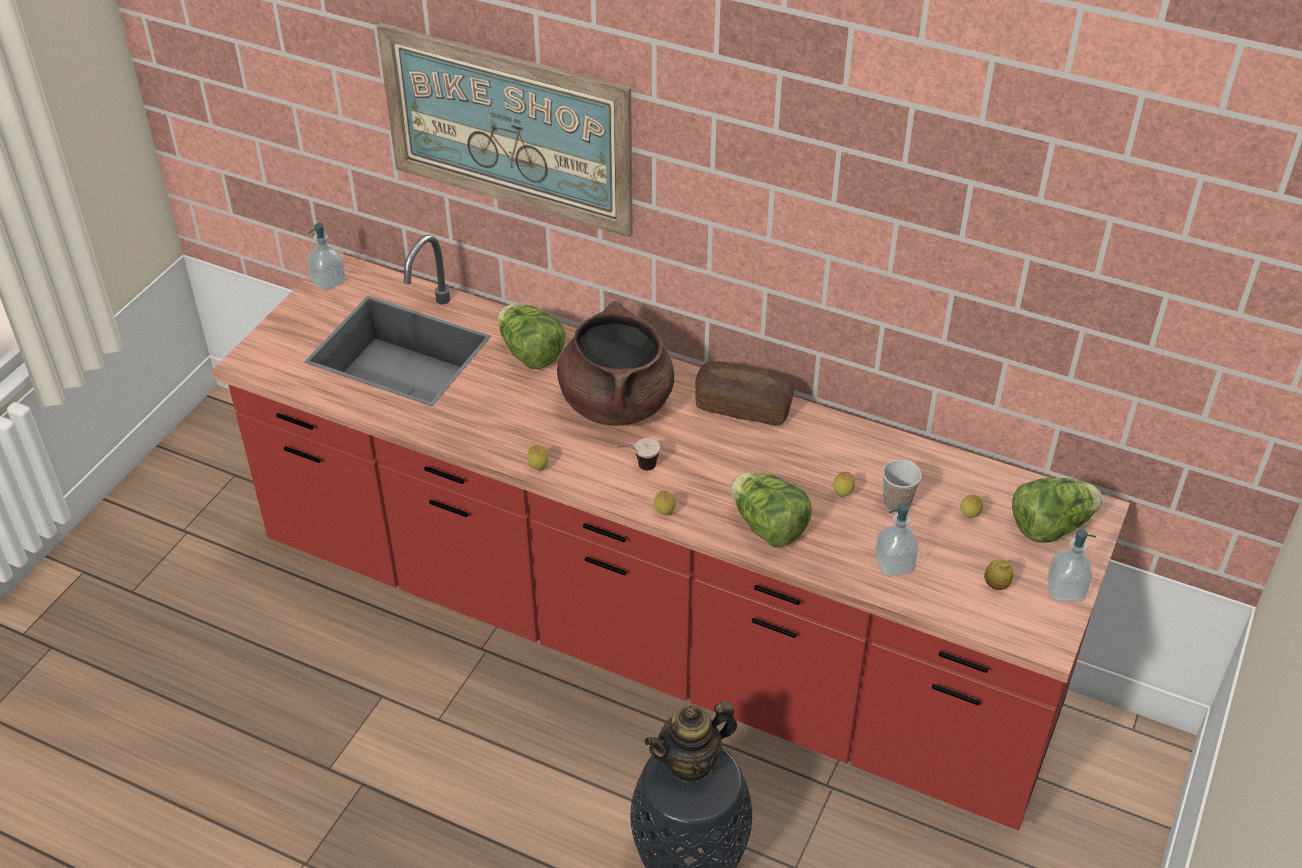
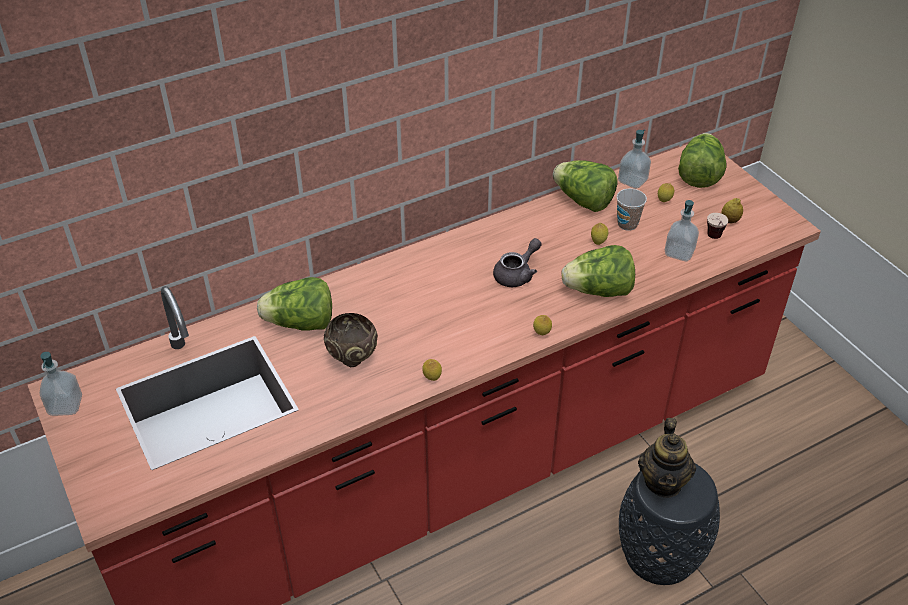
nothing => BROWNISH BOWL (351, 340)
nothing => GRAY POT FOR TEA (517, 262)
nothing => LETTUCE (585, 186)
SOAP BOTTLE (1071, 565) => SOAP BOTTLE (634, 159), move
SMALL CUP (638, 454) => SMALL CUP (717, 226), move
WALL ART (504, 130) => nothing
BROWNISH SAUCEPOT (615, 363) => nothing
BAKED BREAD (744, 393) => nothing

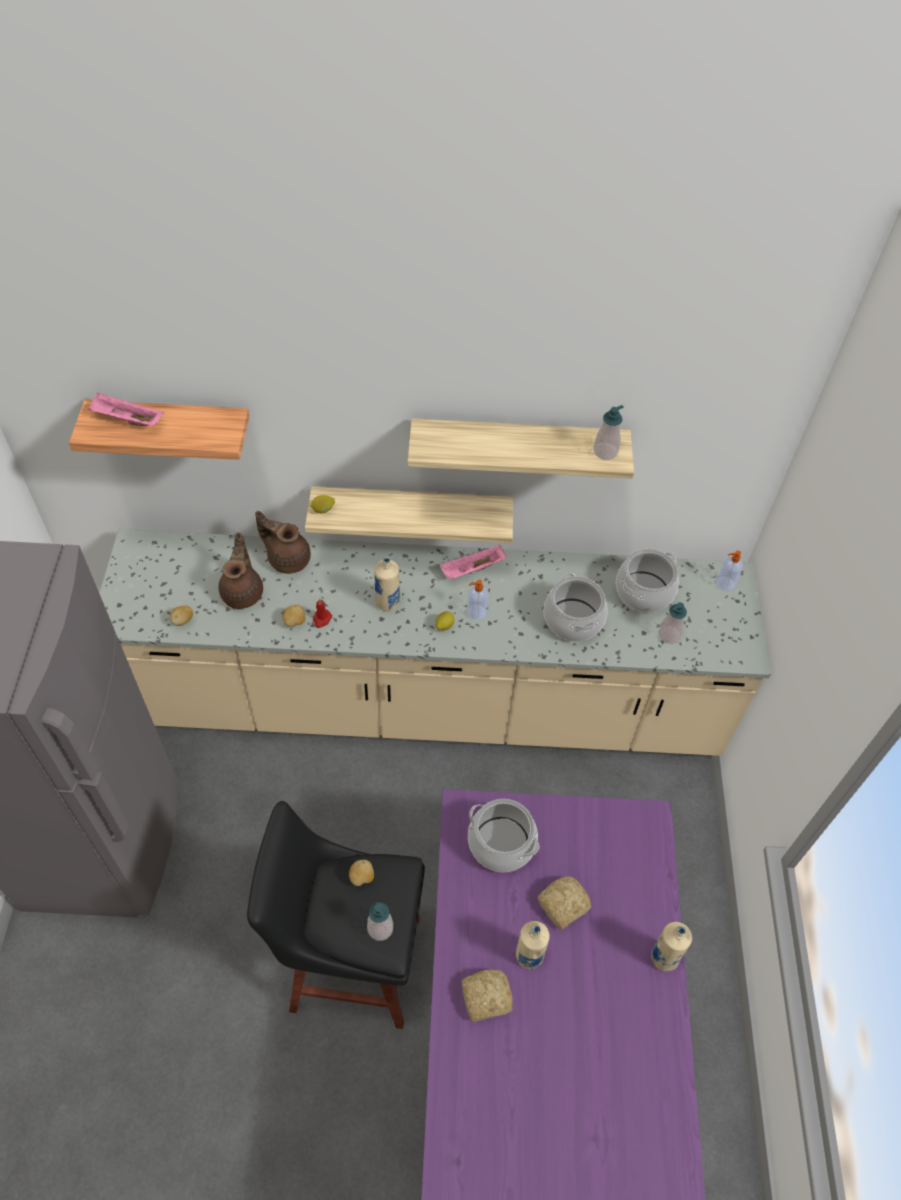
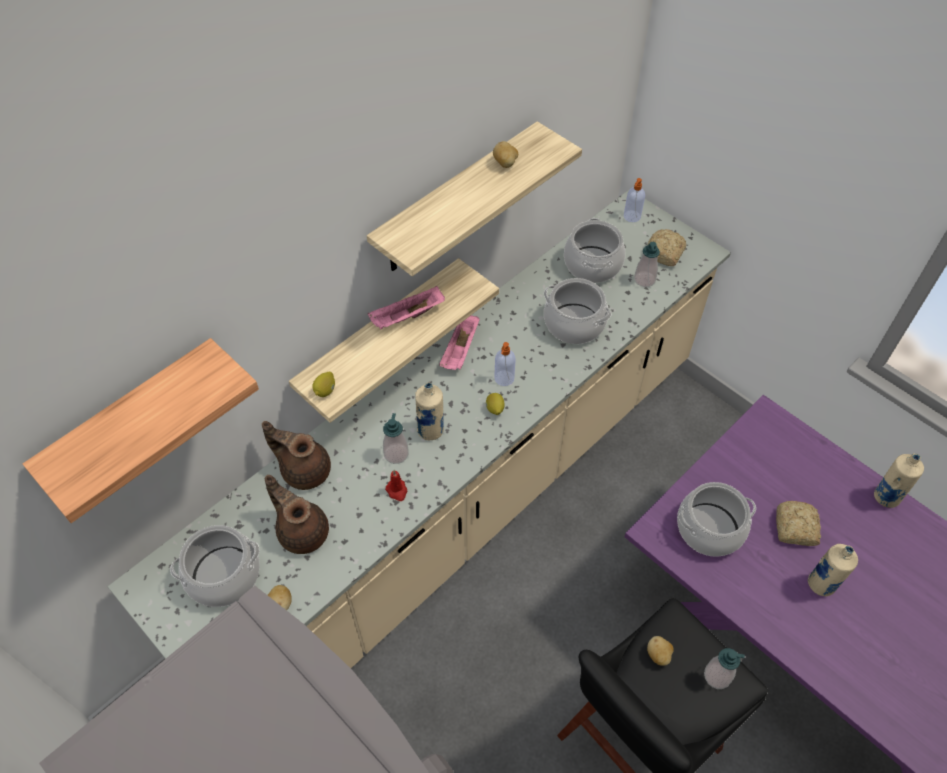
nothing => SAUCEPOT (215, 566)
BROWNISH POT FOR TEA (283, 542) => BROWNISH POT FOR TEA (296, 455), 45 degrees clockwise
PINKISH CARRYING TRAY (126, 409) => PINKISH CARRYING TRAY (406, 308), move
SOAP BOTTLE (609, 432) => SOAP BOTTLE (396, 438), move
WHOLE POTATO (294, 616) => WHOLE POTATO (505, 154), move
BAKED BREAD (487, 995) => BAKED BREAD (667, 247), move

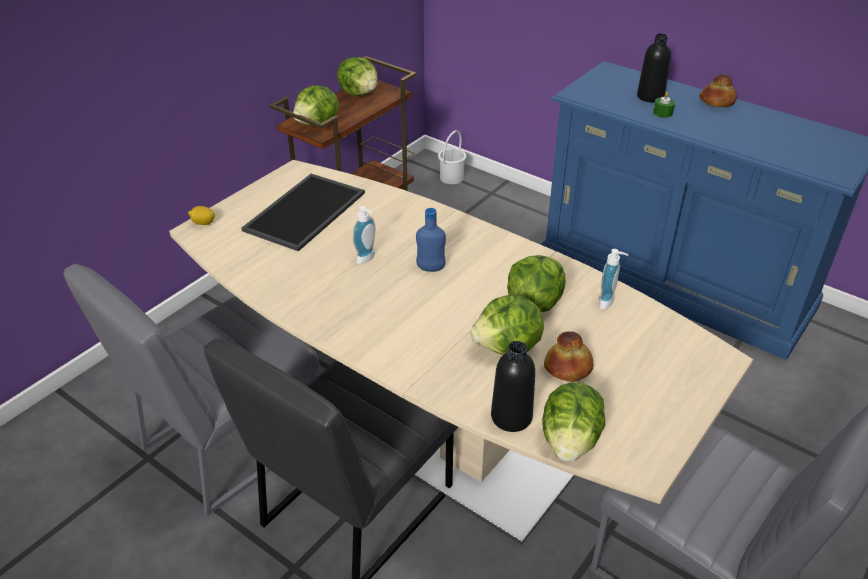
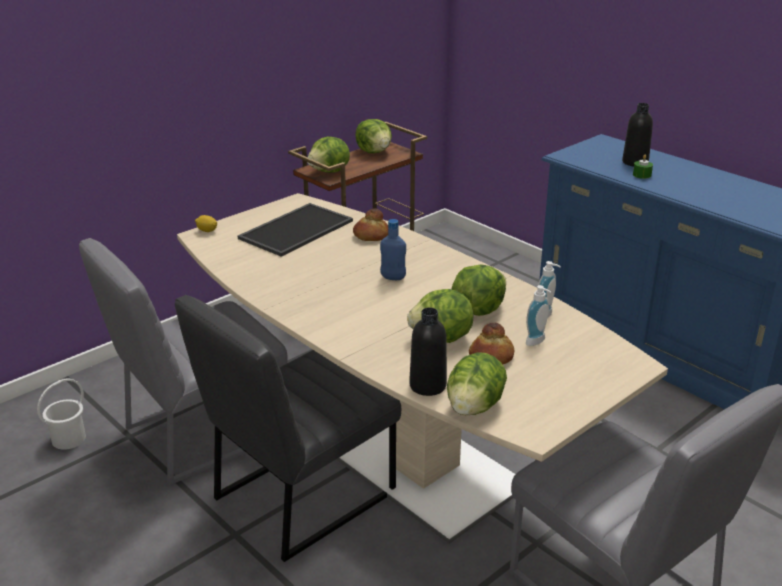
WHITE WATER BUCKET (452, 157) => WHITE WATER BUCKET (61, 414), move
BAKED BREAD (718, 90) => BAKED BREAD (370, 224), move
SOAP BOTTLE (364, 235) => SOAP BOTTLE (538, 315), move

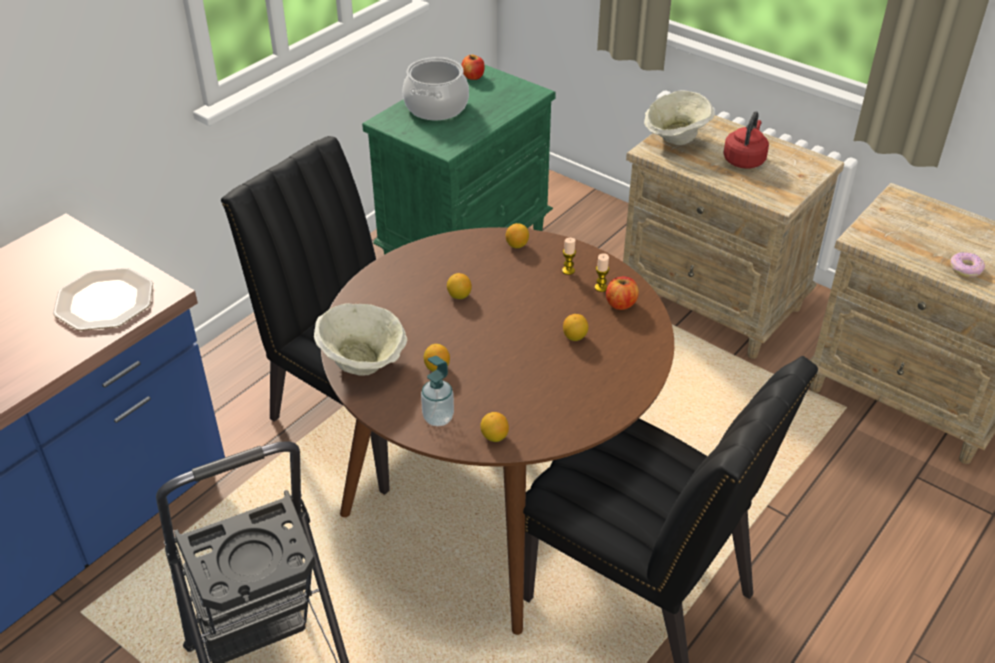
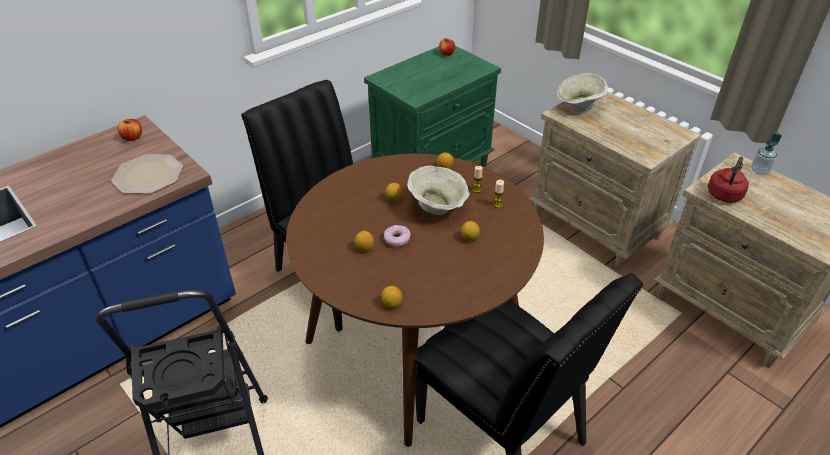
APPLE FRUIT (622, 293) => APPLE FRUIT (129, 130), move
RING DOUGHNUT (967, 264) => RING DOUGHNUT (397, 236), move
BEIGE BOWL (360, 339) => BEIGE BOWL (438, 190), move
RED WATER KETTLE (746, 140) => RED WATER KETTLE (728, 180), move
SOAP BOTTLE (437, 391) => SOAP BOTTLE (766, 153), move
SAUCEPOT (436, 88) => nothing

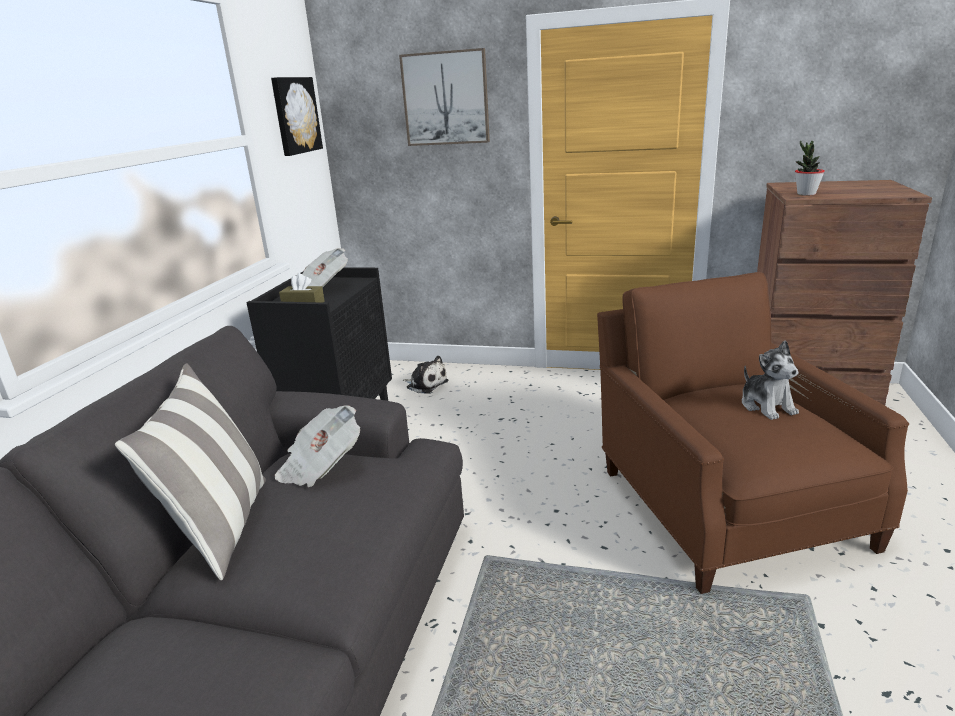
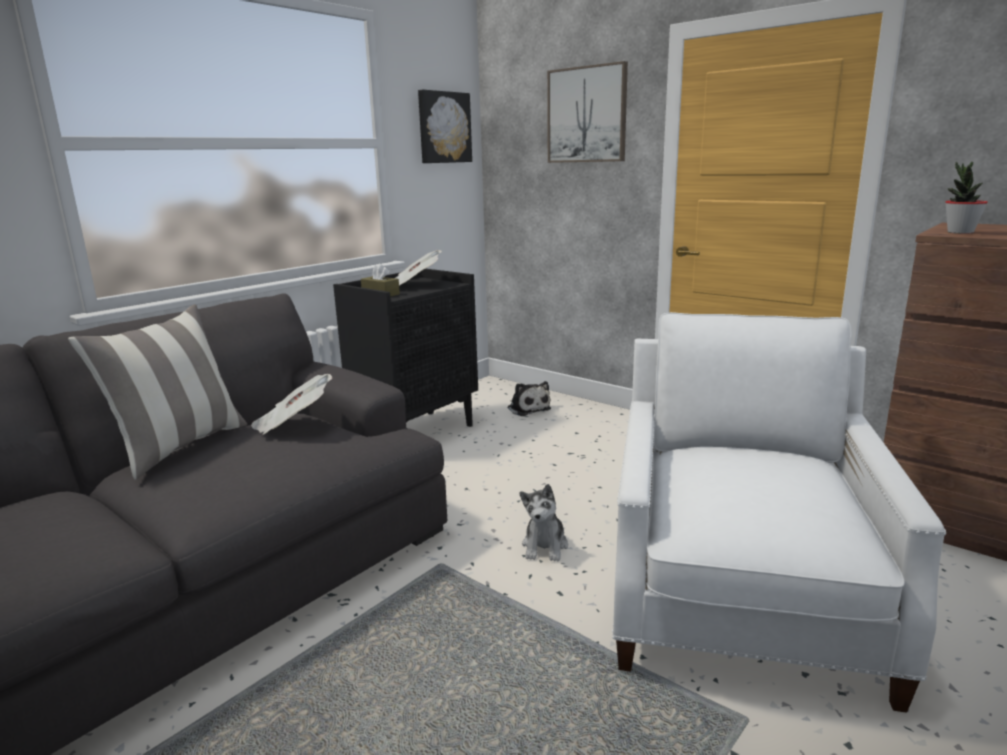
CUDDLY TOY (770, 380) => CUDDLY TOY (544, 522), move
BROWNISH ARMCHAIR (753, 433) => WHITE ARMCHAIR (779, 512)

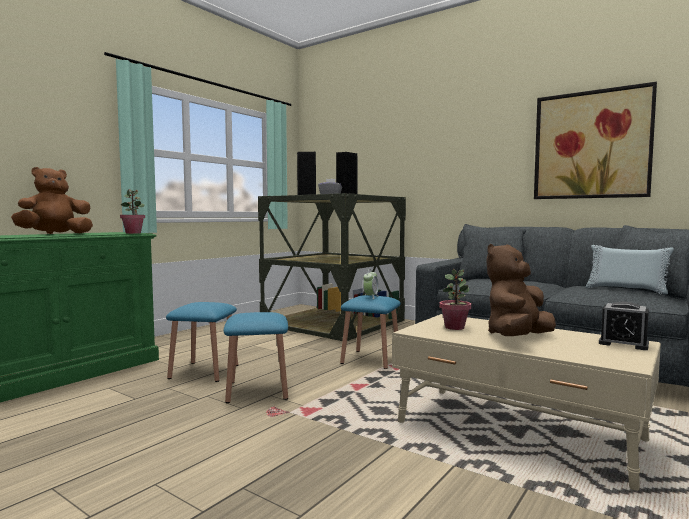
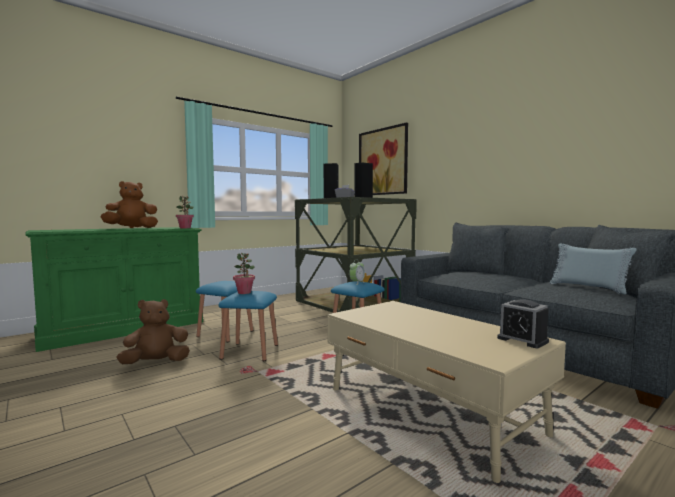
BROWNISH CUDDLY TOY (521, 290) => BROWNISH CUDDLY TOY (153, 331), move
PLANT IN A POT (455, 299) => PLANT IN A POT (244, 273), move
WALL ART (595, 140) => WALL ART (383, 158), move

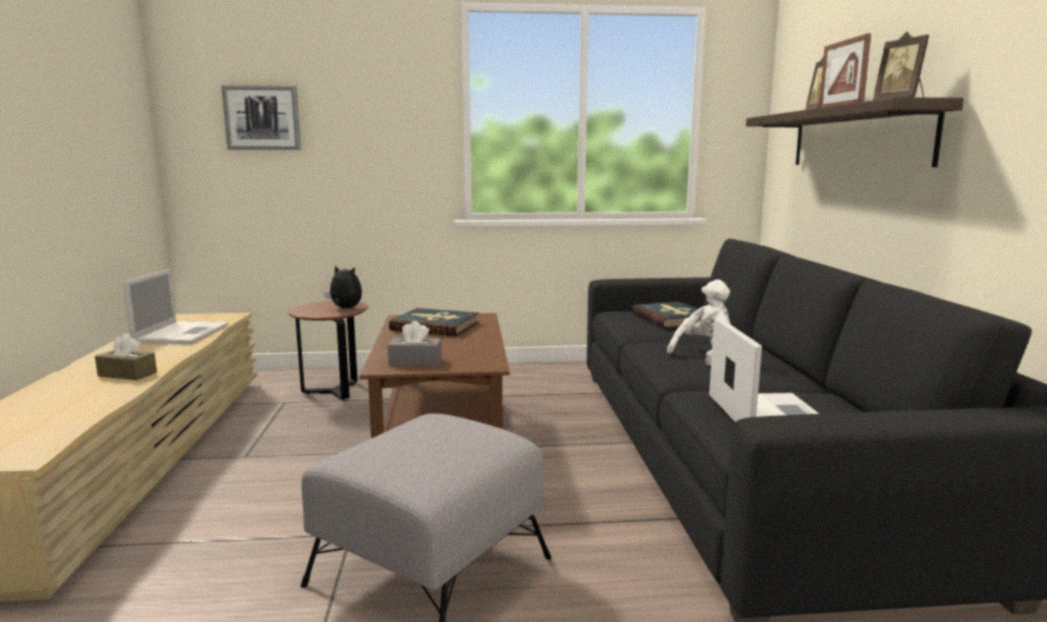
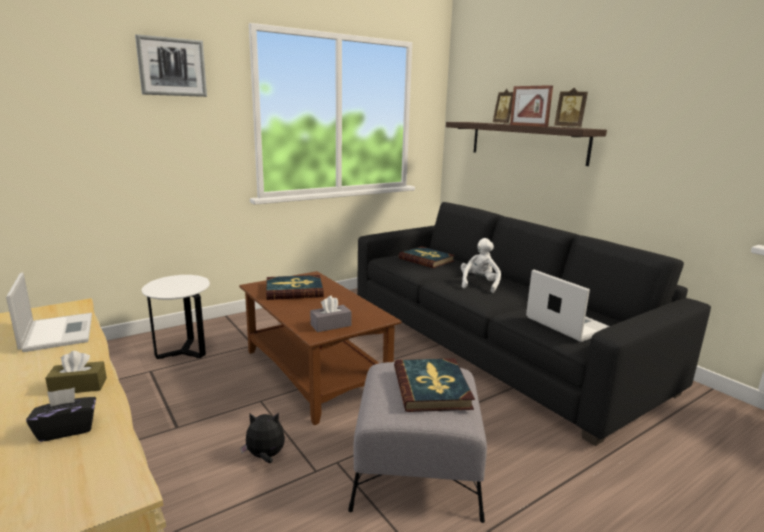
nothing => BLACK TISSUE BOX (61, 414)
WALL ART (261, 117) => WALL ART (171, 65), move
BROWNISH ACCENT TABLE (328, 350) => WHITE ACCENT TABLE (176, 317)
CUDDLY TOY (343, 286) => CUDDLY TOY (262, 438), move
nothing => BOUND BOOK (434, 385)

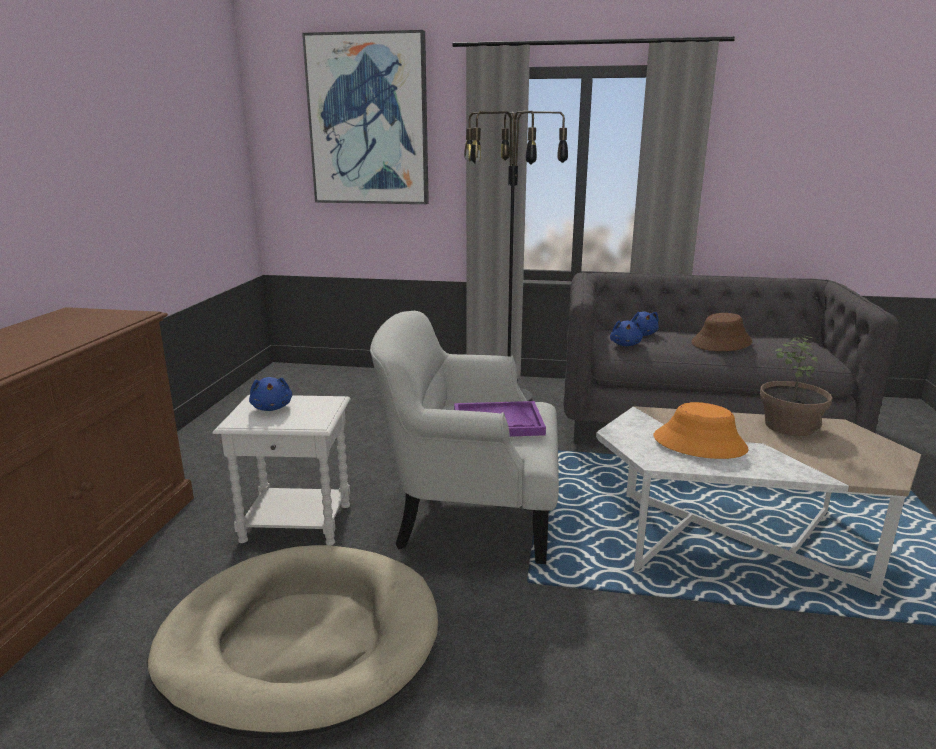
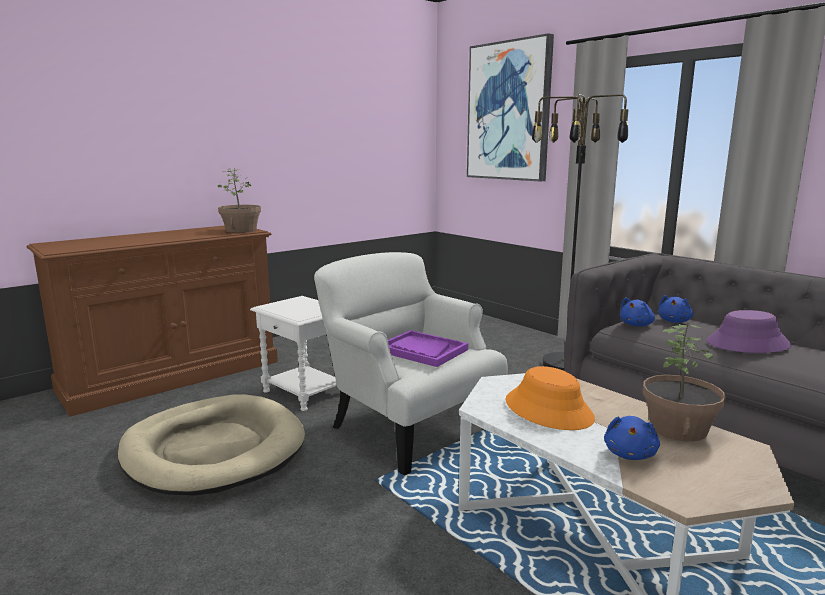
nothing => PLANT IN A POT (239, 200)
BLUE-COLOURED CUDDLY TOY (270, 394) => BLUE-COLOURED CUDDLY TOY (632, 438), move
BROWNISH CLOTHING HAT (721, 332) => PURPLE-COLOURED CLOTHING HAT (749, 331)

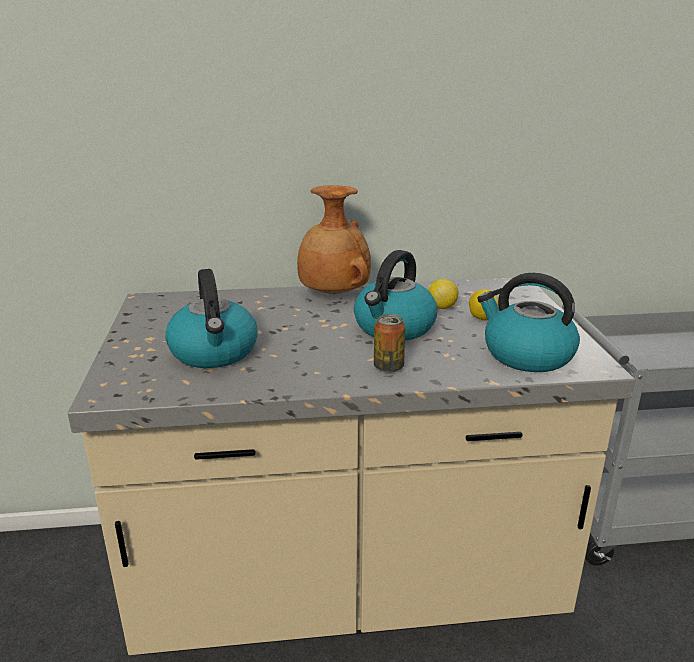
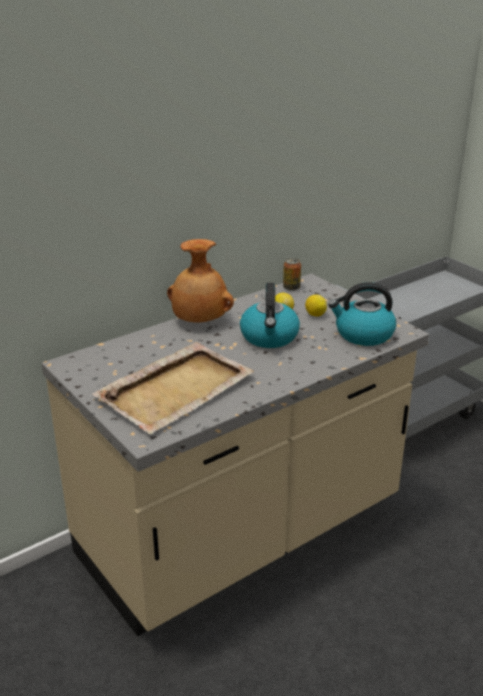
WATER KETTLE (211, 318) => BEIGE CARRYING TRAY (173, 388)
SEALED CAN (389, 343) => SEALED CAN (292, 274), move

